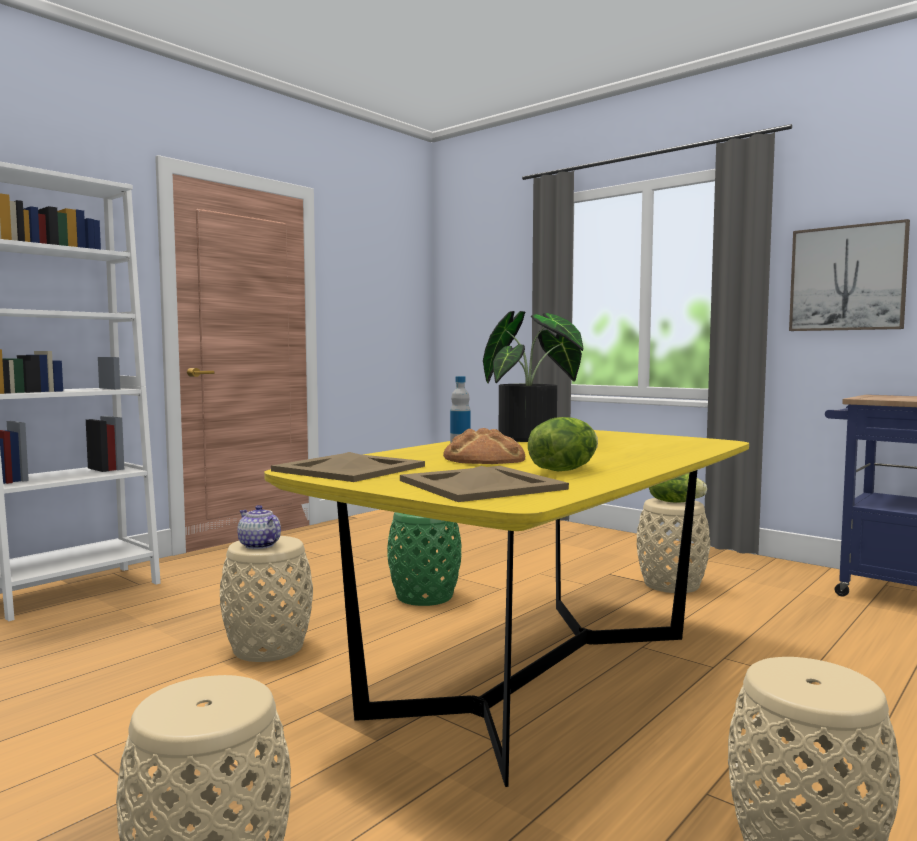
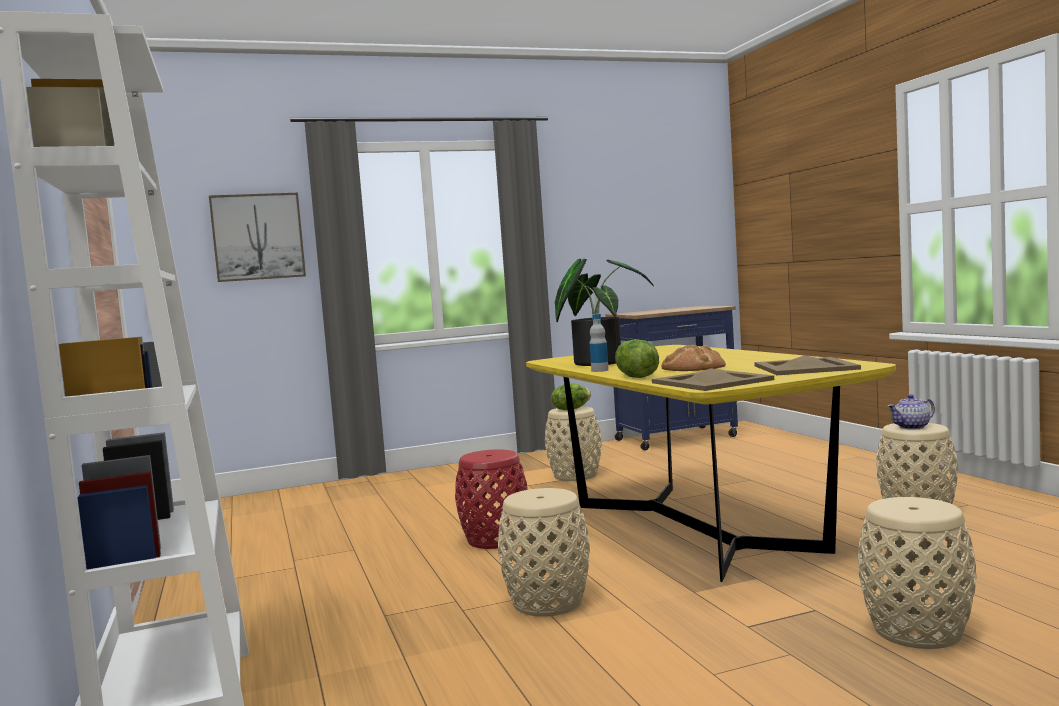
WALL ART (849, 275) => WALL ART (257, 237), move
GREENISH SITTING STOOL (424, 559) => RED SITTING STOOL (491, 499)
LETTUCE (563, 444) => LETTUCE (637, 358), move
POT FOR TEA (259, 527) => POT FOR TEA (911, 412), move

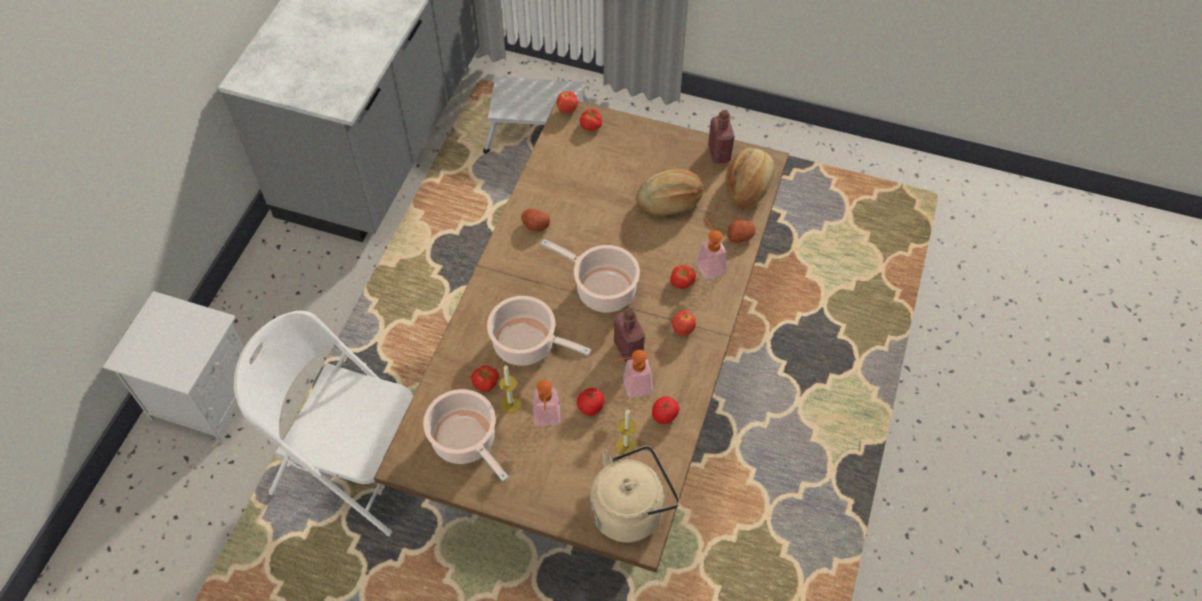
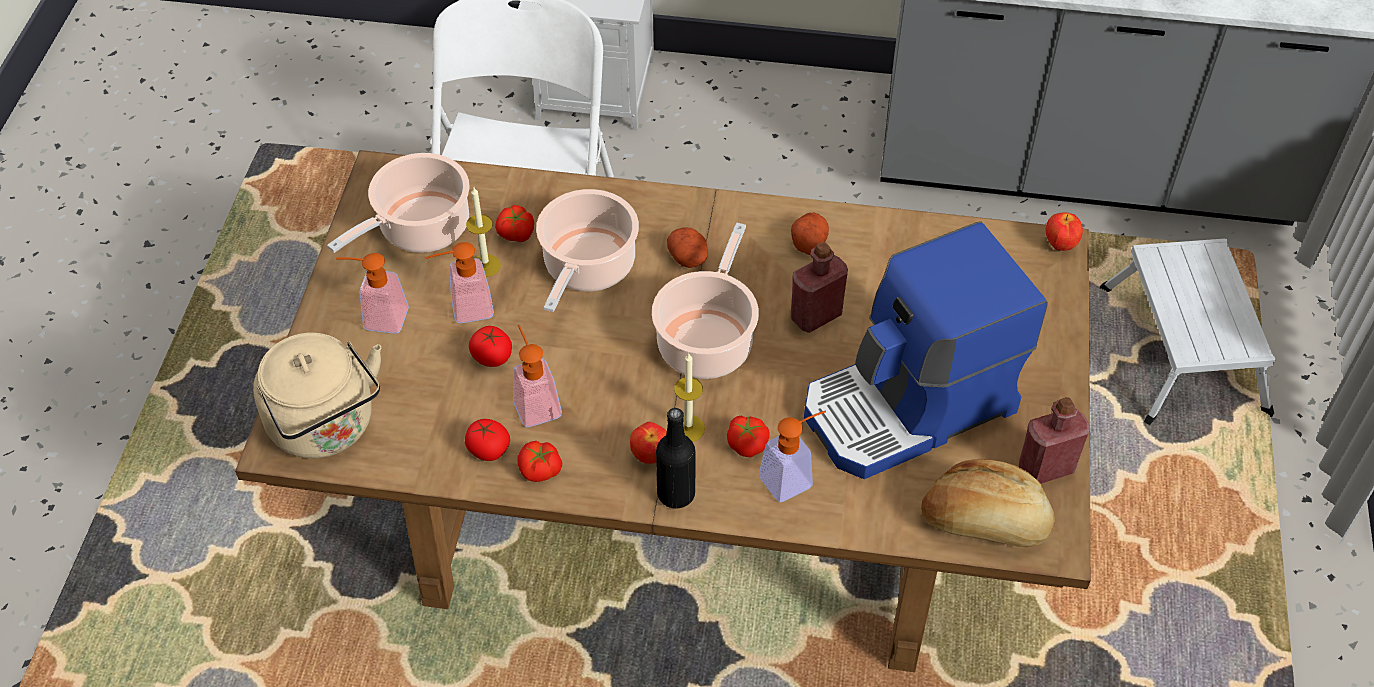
nothing => SOAP BOTTLE (372, 293)
FRESH TOMATO (591, 120) => FRESH TOMATO (539, 461), move
nothing => BLACK DRINK BOTTLE (675, 458)
WHOLE POTATO (741, 231) => WHOLE POTATO (687, 248), move
WAX LIGHT (626, 432) => WAX LIGHT (689, 398), move
RED DRINK BOTTLE (629, 335) => RED DRINK BOTTLE (819, 287), move
BAKED BREAD (670, 192) => COFFEE BREWER (926, 350)

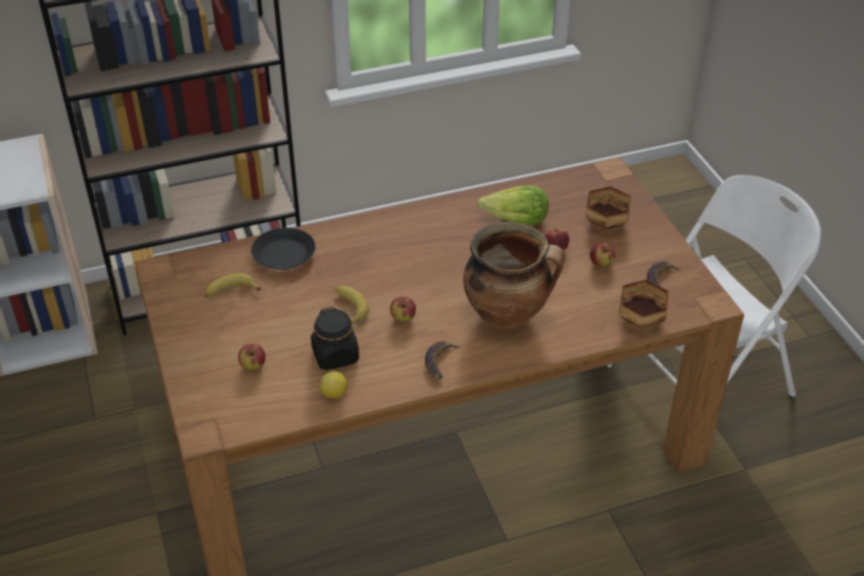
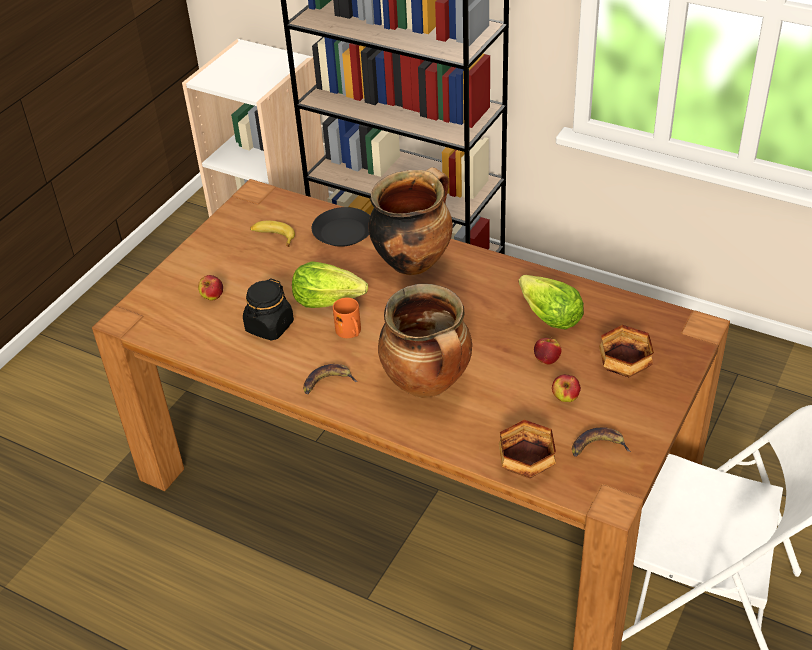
BANANA FRUIT (352, 305) => LETTUCE (330, 284)
APPLE FRUIT (403, 309) => ORANGE TEA MUG (347, 318)
nothing => SAUCEPOT (410, 221)
CITRUS FRUIT (334, 384) => nothing

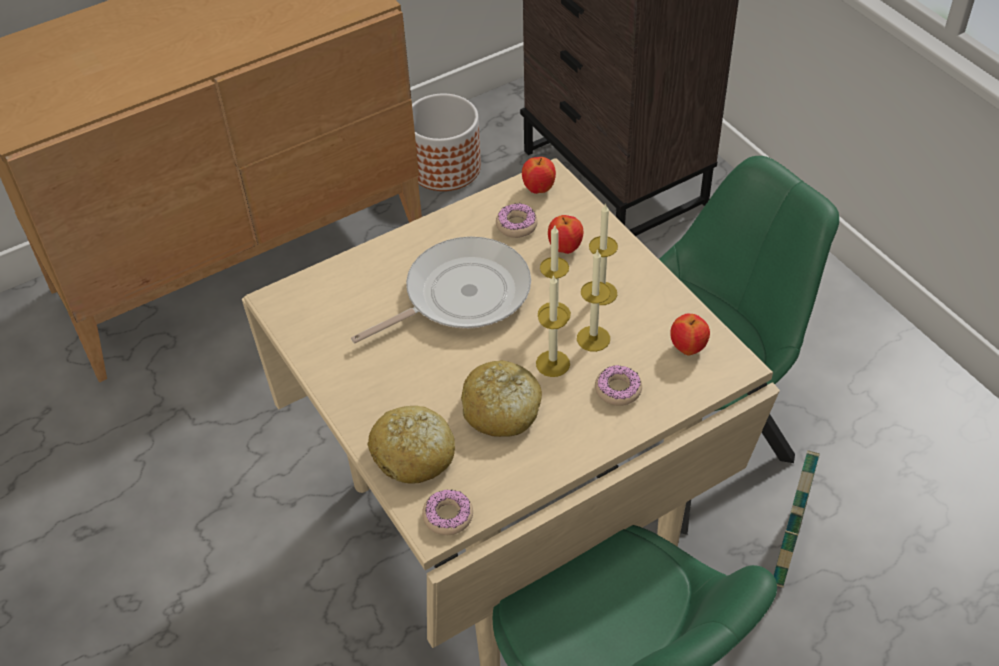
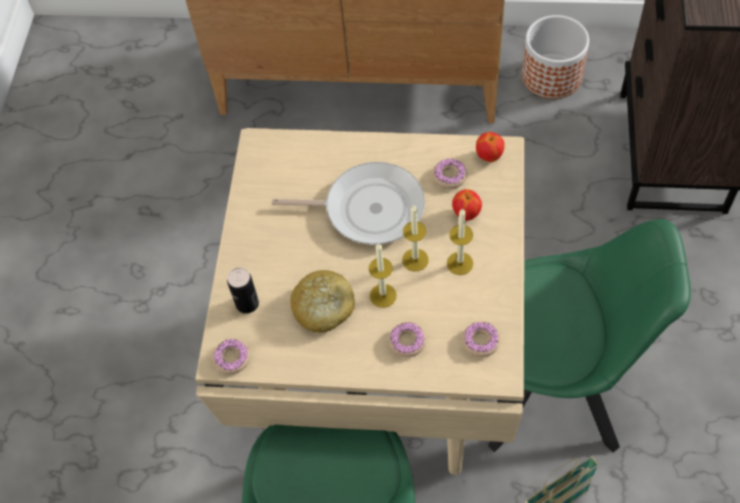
BAKED BREAD (411, 445) => SEALED CAN (243, 290)
APPLE FRUIT (690, 335) => RING DOUGHNUT (481, 339)
WAX LIGHT (593, 300) => nothing

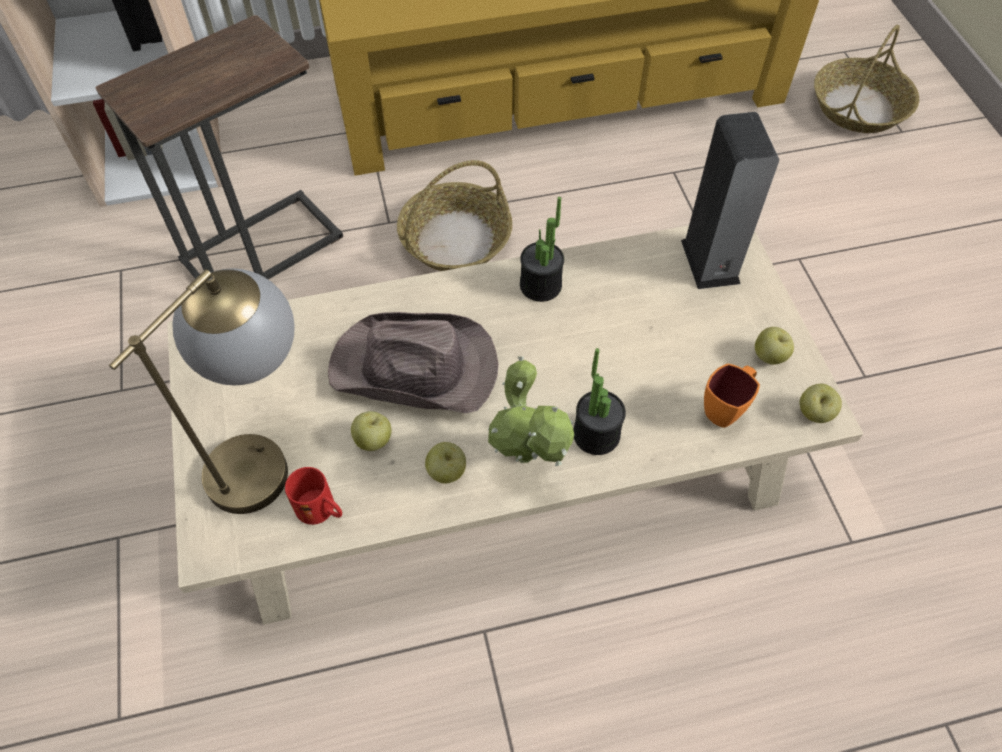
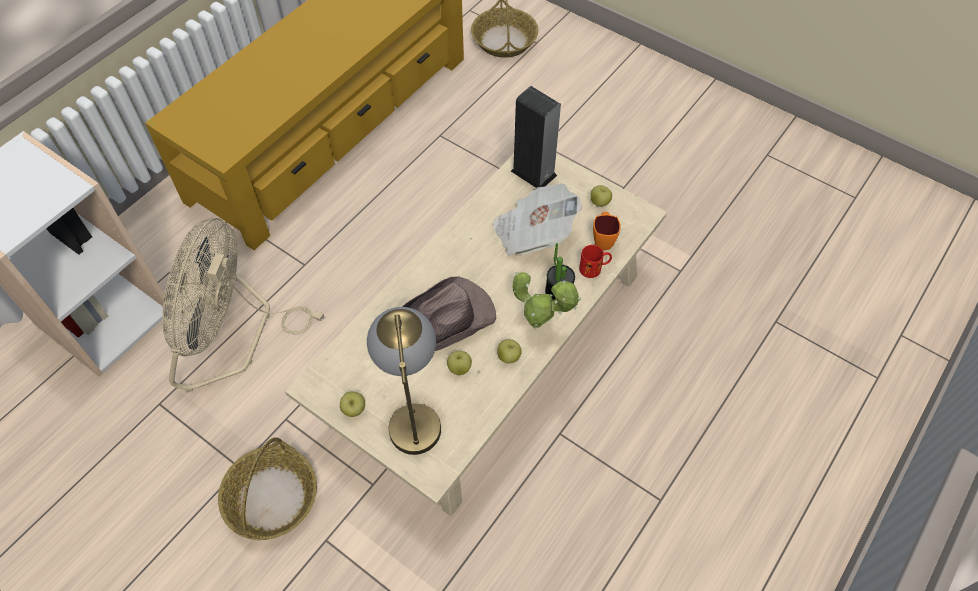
BROWNISH ACCENT TABLE (219, 147) => BEIGE COOLING FAN (243, 305)
BASKET (455, 215) => BASKET (267, 488), move
APPLE FRUIT (821, 403) => APPLE FRUIT (352, 404), move
nothing => PRINTED PAPER (537, 219)
RED TEA MUG (313, 496) => RED TEA MUG (595, 261), move
PLANT IN A POT (542, 249) => nothing

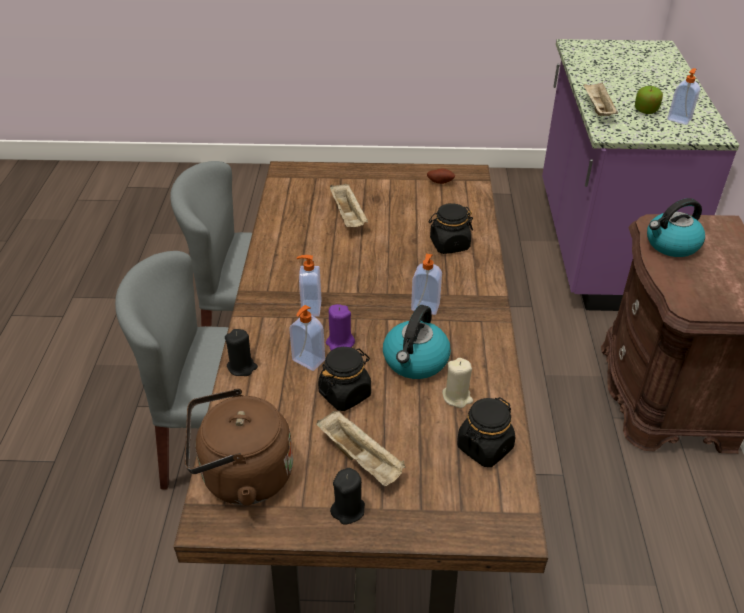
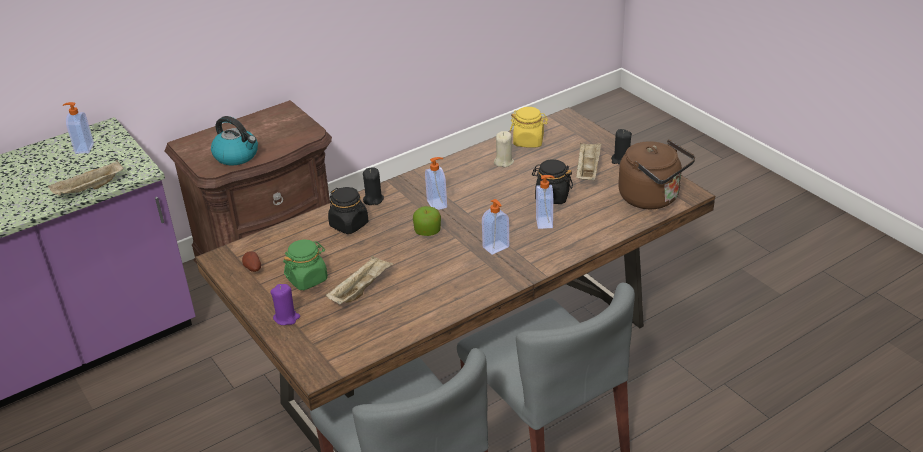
PURPLE-COLOURED WAX LIGHT (340, 327) => PURPLE-COLOURED WAX LIGHT (285, 304), move
nothing => GREENISH PRESERVE JAR (305, 265)
BLACK WAX LIGHT (241, 352) => BLACK WAX LIGHT (373, 186), move
APPLE FRUIT (649, 100) => APPLE FRUIT (427, 221), move
BLACK PRESERVE JAR (486, 432) => YELLOWISH PRESERVE JAR (529, 127)
WATER KETTLE (417, 342) => nothing

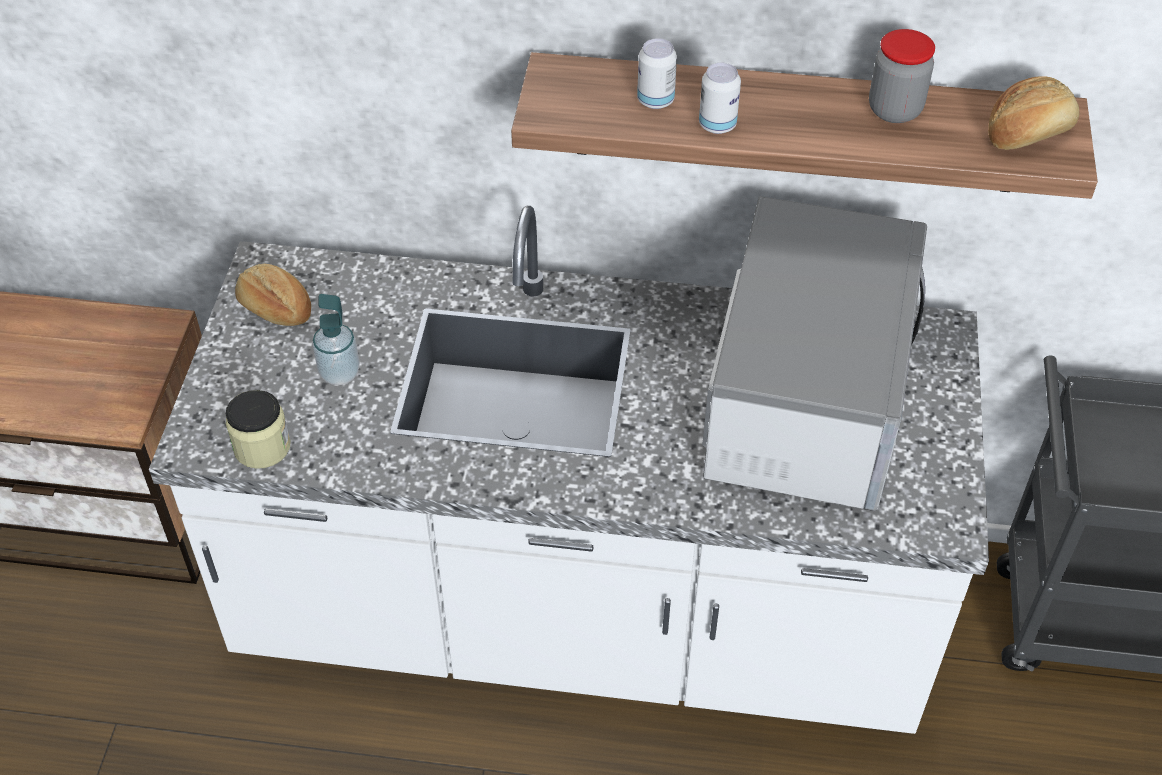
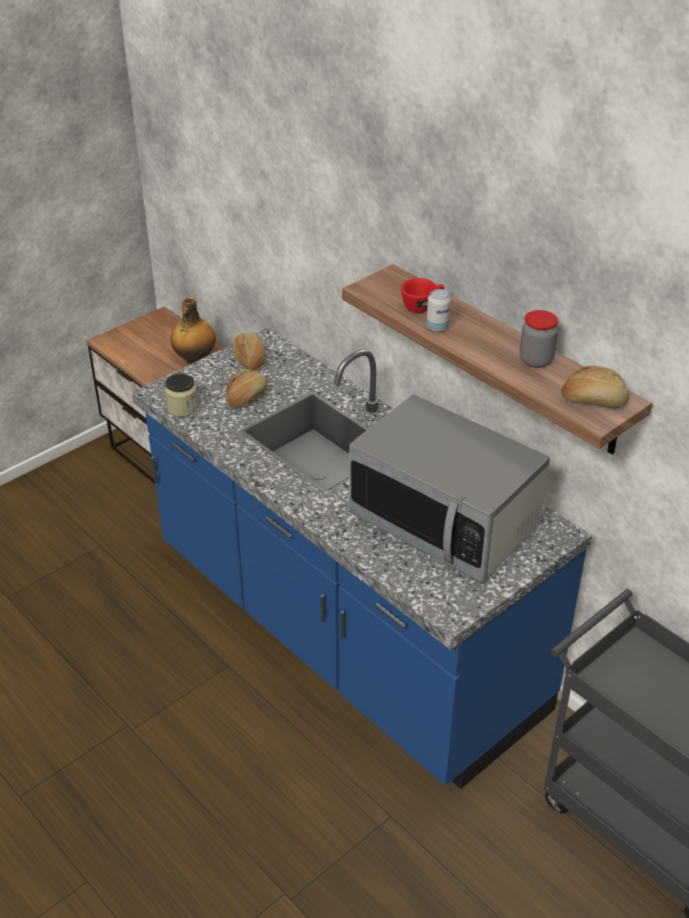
WHITE KITCHEN COUNTER (569, 470) => BLUE-COLOURED KITCHEN COUNTER (362, 558)
nothing => DRINK BOTTLE (193, 331)
SOAP BOTTLE (336, 339) => BAKED BREAD (246, 388)
KITCHEN MICROWAVE (814, 353) => KITCHEN MICROWAVE (449, 488), 75 degrees clockwise
SEALED CAN (657, 73) => RED SMALL CUP (422, 295)

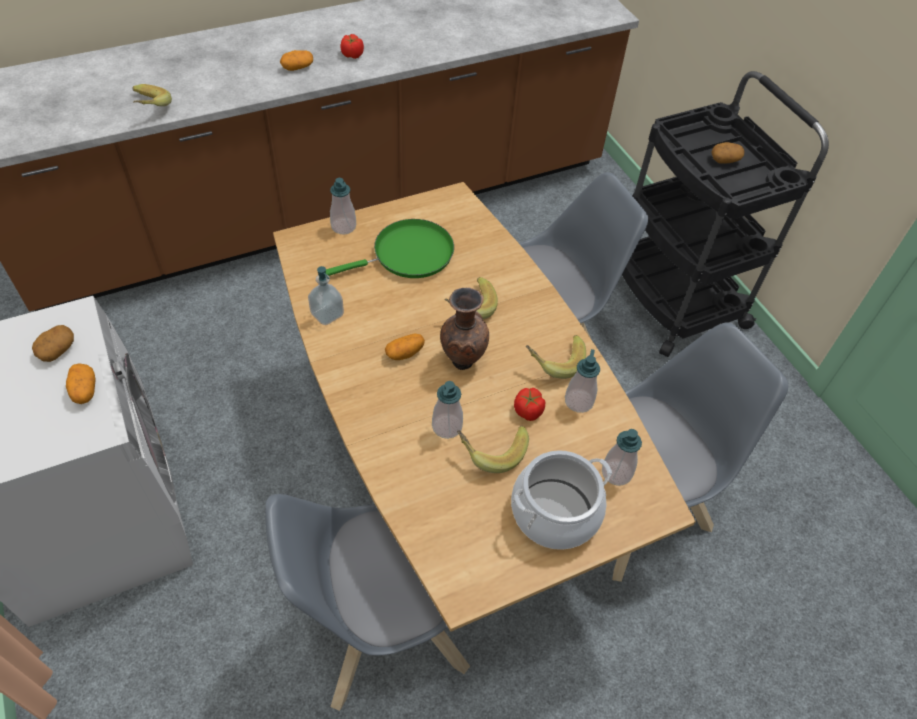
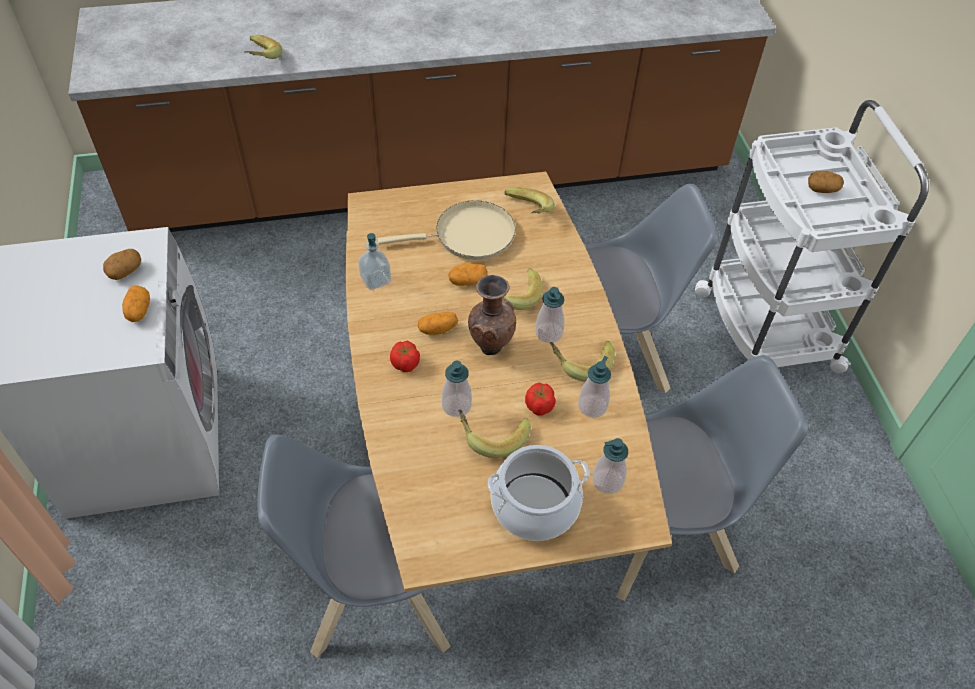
GREENISH FRYING PAN (390, 248) => BEIGE FRYING PAN (447, 230)
FRESH TOMATO (352, 46) => FRESH TOMATO (405, 356), move
WHOLE POTATO (296, 60) => WHOLE POTATO (468, 274), move
nothing => BANANA FRUIT (529, 200)
SOAP BOTTLE (343, 206) => SOAP BOTTLE (549, 315), move
BLACK WHEELED CART (725, 214) => WHITE WHEELED CART (812, 236)

